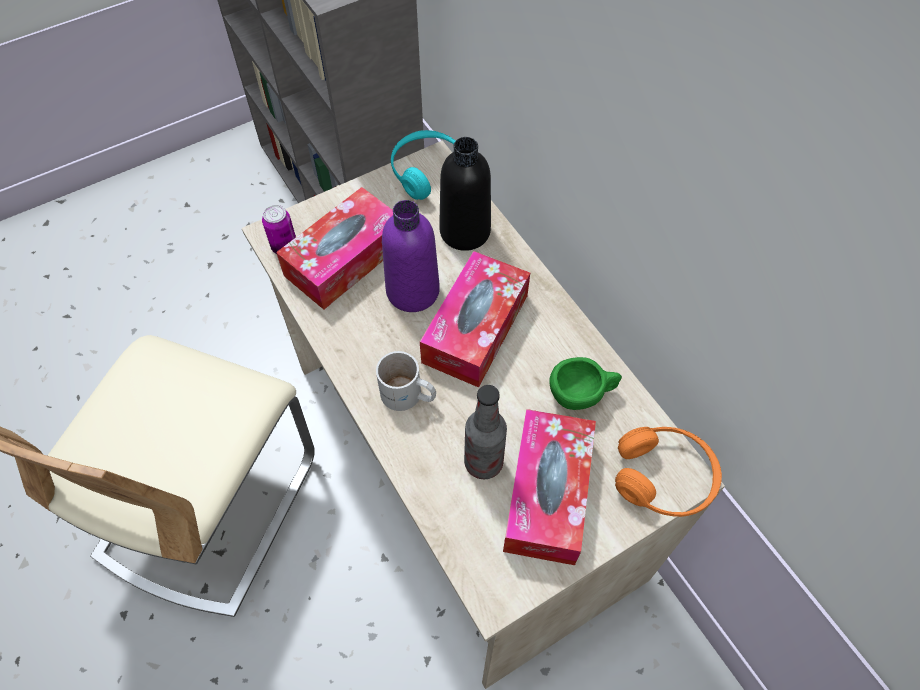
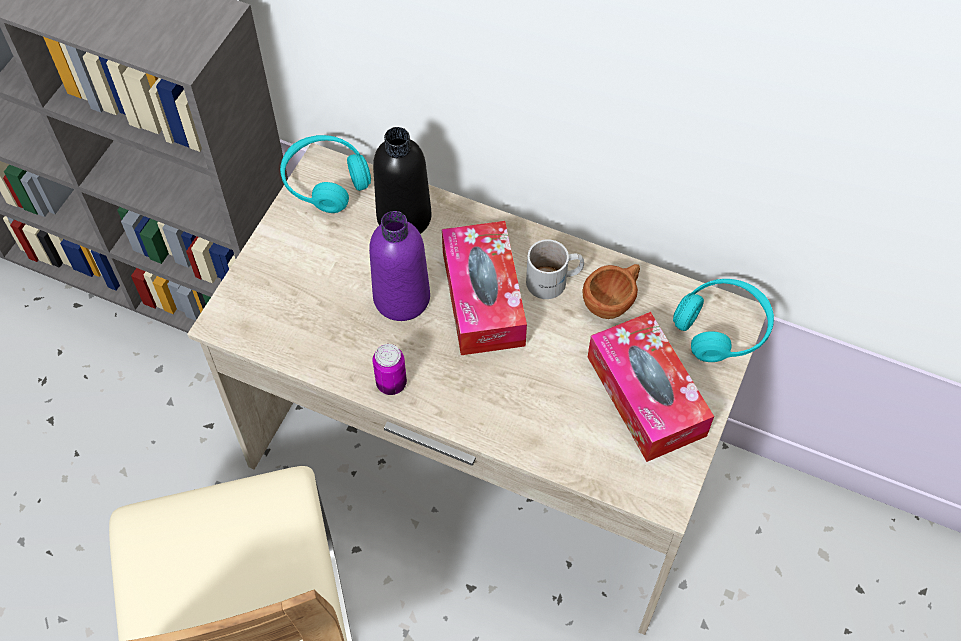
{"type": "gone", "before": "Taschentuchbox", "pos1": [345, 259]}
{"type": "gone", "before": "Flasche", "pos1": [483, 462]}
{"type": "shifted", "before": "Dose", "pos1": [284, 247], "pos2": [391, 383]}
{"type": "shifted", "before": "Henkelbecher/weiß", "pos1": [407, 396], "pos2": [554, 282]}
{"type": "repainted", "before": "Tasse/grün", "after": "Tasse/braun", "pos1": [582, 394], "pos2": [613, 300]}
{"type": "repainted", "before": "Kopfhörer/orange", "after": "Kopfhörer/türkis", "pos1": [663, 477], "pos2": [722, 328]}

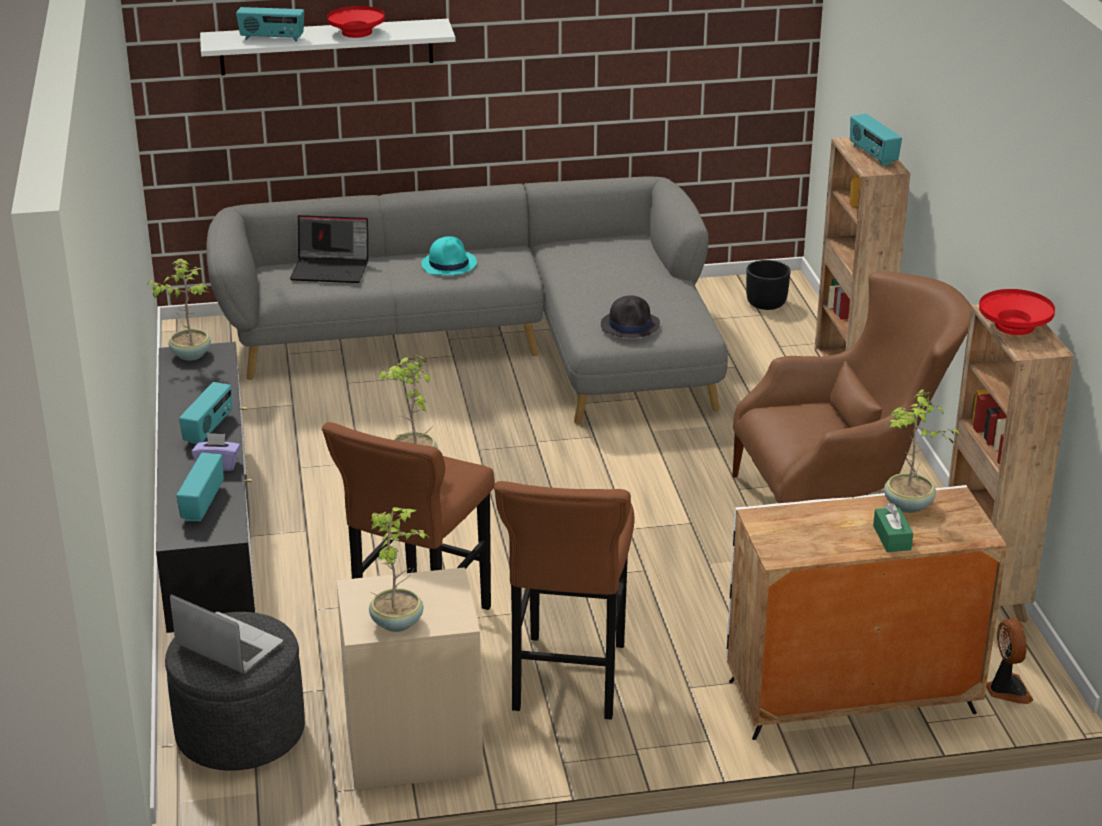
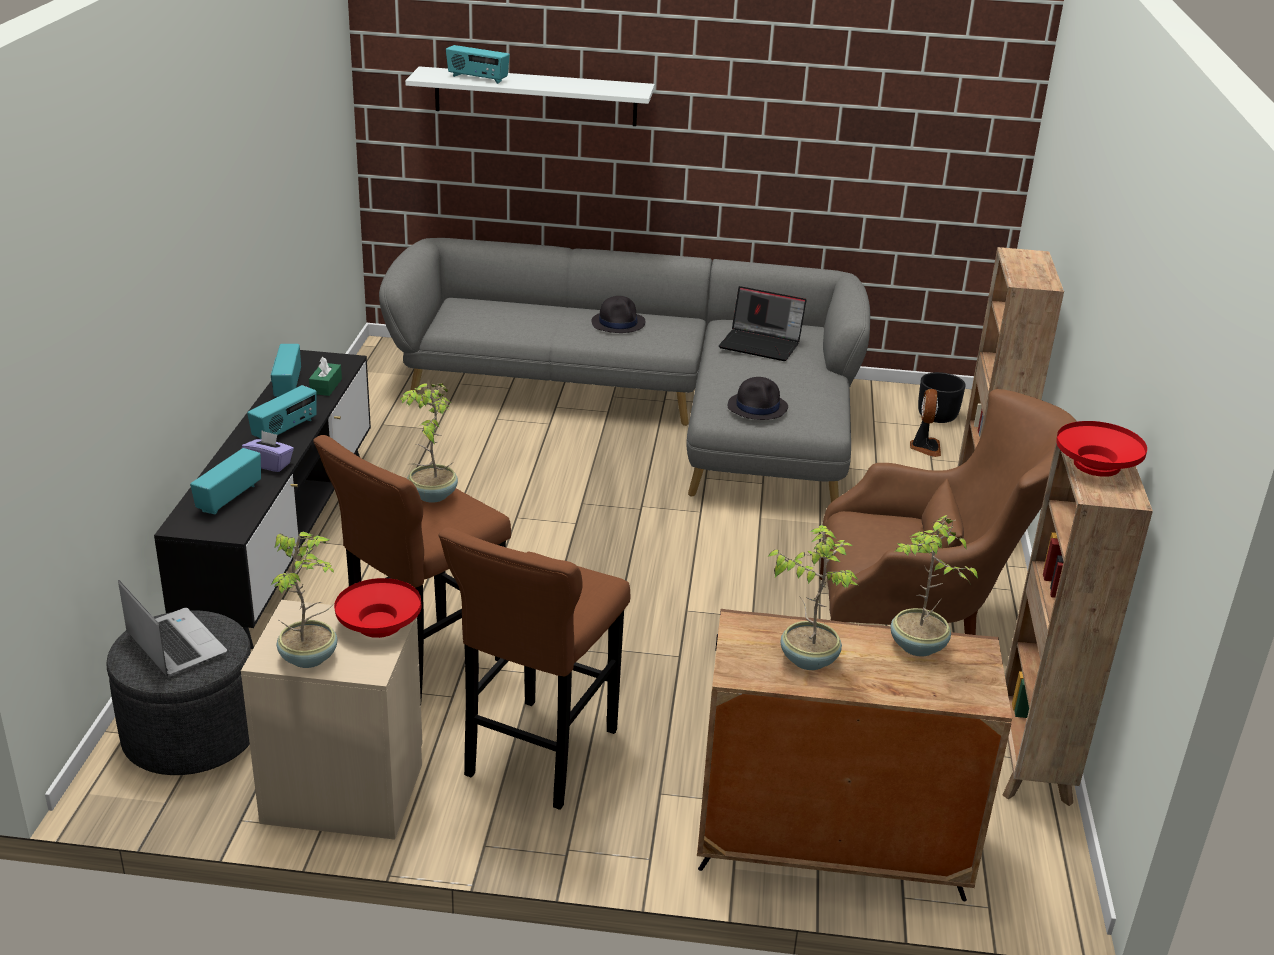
{"type": "shifted", "before": "Topfpflanze", "pos1": [190, 354], "pos2": [808, 658]}
{"type": "shifted", "before": "Laptop", "pos1": [331, 269], "pos2": [761, 344]}
{"type": "shifted", "before": "Schüssel/rot", "pos1": [356, 33], "pos2": [379, 624]}
{"type": "shifted", "before": "Radio", "pos1": [872, 155], "pos2": [287, 386]}
{"type": "shifted", "before": "Taschentuchbox/grün", "pos1": [892, 538], "pos2": [326, 386]}
{"type": "shifted", "before": "Ventilator", "pos1": [1006, 690], "pos2": [924, 447]}
{"type": "repainted", "before": "Hut/türkis", "after": "Hut/schwarz", "pos1": [449, 264], "pos2": [618, 323]}
{"type": "repainted", "before": "Schrank/weiß", "after": "Schrank/braun", "pos1": [850, 697], "pos2": [829, 847]}

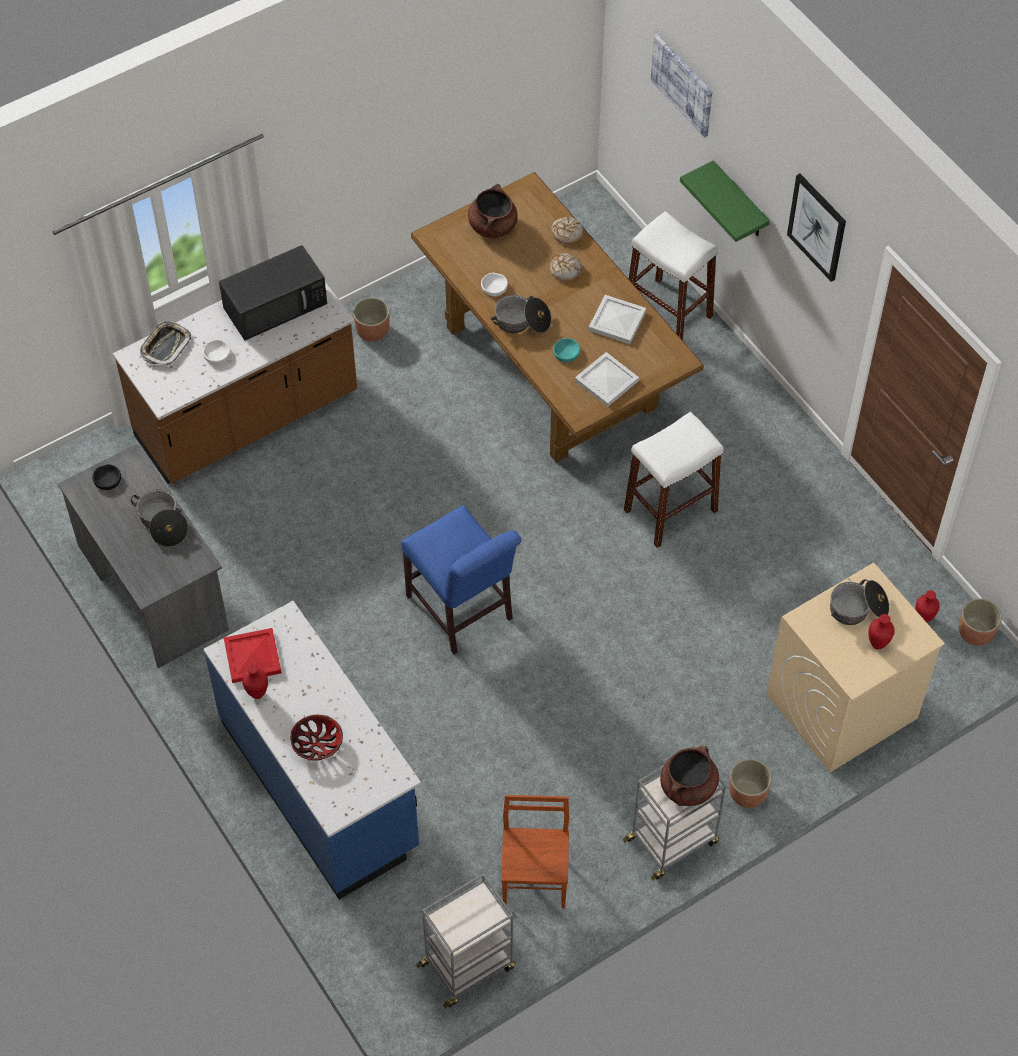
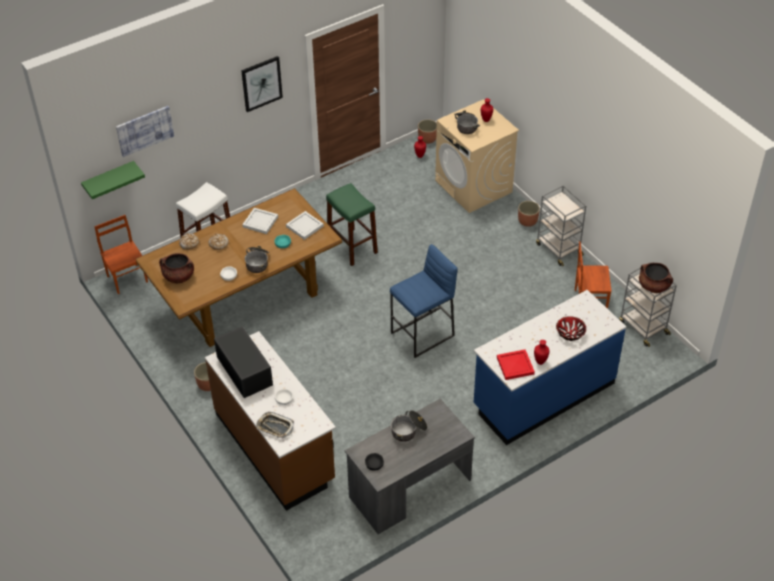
{"type": "new", "after": "Stuhl/braun", "pos2": [127, 278]}
{"type": "shifted", "before": "Kochtopf/braun", "pos1": [688, 787], "pos2": [654, 286]}
{"type": "shifted", "before": "Wandregal/grün", "pos1": [739, 202], "pos2": [109, 179]}
{"type": "swapped", "before": "Stuhl/blau", "after": "Hocker/blau", "pos1": [462, 612], "pos2": [423, 335]}
{"type": "repainted", "before": "Hocker/weiß", "after": "Hocker/grün", "pos1": [670, 510], "pos2": [352, 247]}

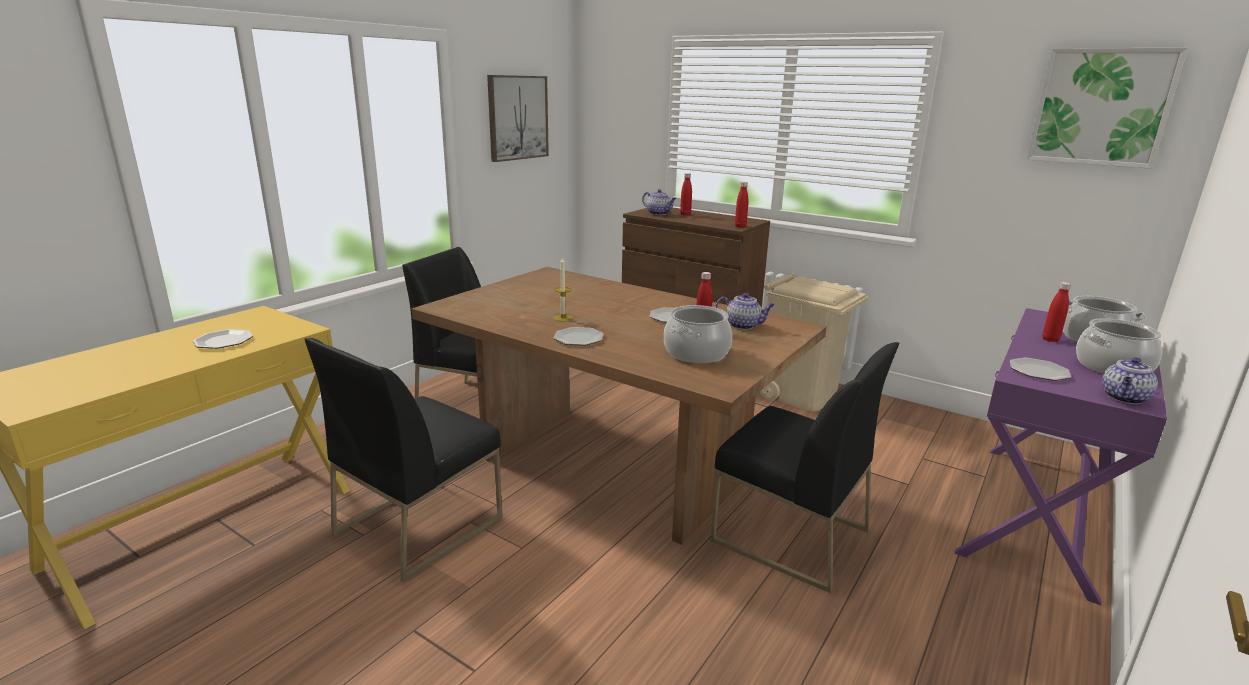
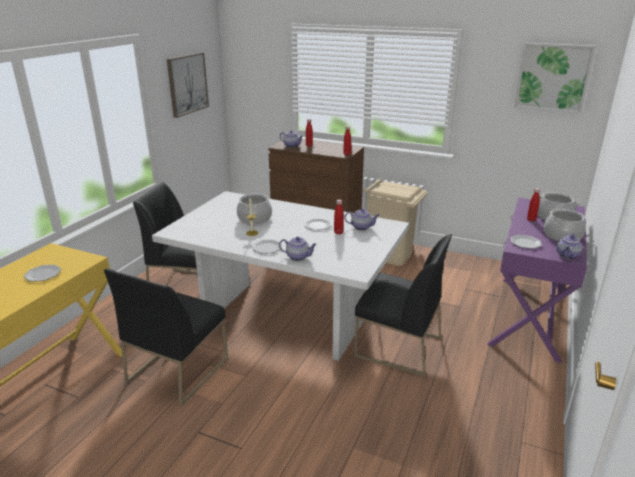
{"type": "new", "after": "Teekanne", "pos2": [298, 257]}
{"type": "shifted", "before": "Kochtopf", "pos1": [697, 353], "pos2": [255, 219]}
{"type": "repainted", "before": "Esstisch/braun", "after": "Esstisch/weiß", "pos1": [614, 467], "pos2": [287, 317]}

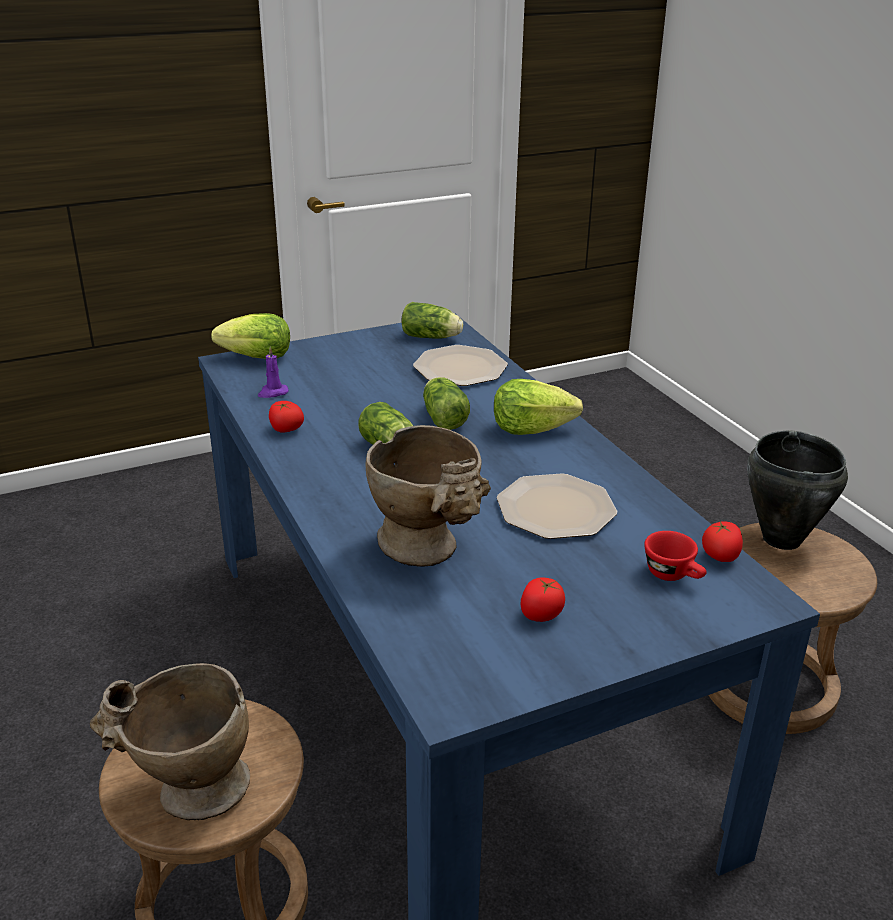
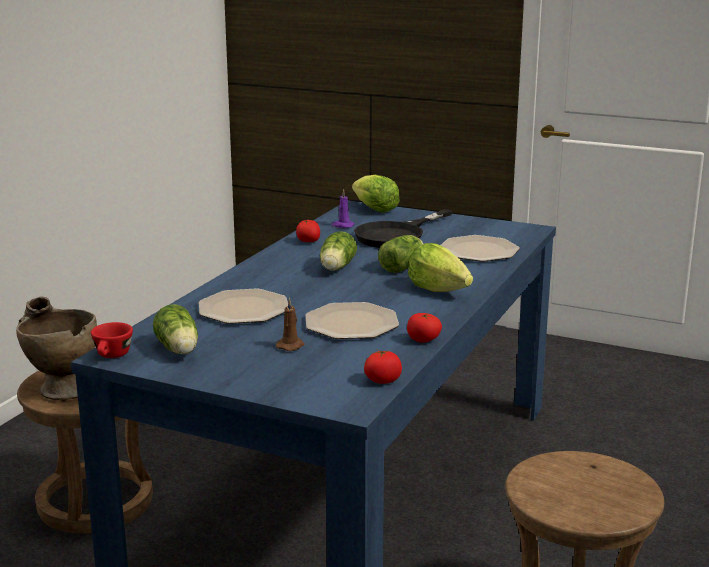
{"type": "gone", "before": "Kochtopf/schwarz", "pos1": [781, 539]}
{"type": "new", "after": "Kerze/braun", "pos2": [291, 346]}
{"type": "new", "after": "Pfanne/schwarz", "pos2": [397, 235]}
{"type": "shifted", "before": "Salatkopf", "pos1": [432, 337], "pos2": [178, 350]}
{"type": "shifted", "before": "Tomate", "pos1": [541, 614], "pos2": [423, 340]}
{"type": "shifted", "before": "Tasse/rot", "pos1": [674, 575], "pos2": [112, 356]}
{"type": "swapped", "before": "Vase/beige", "after": "Teller", "pos1": [429, 550], "pos2": [244, 309]}

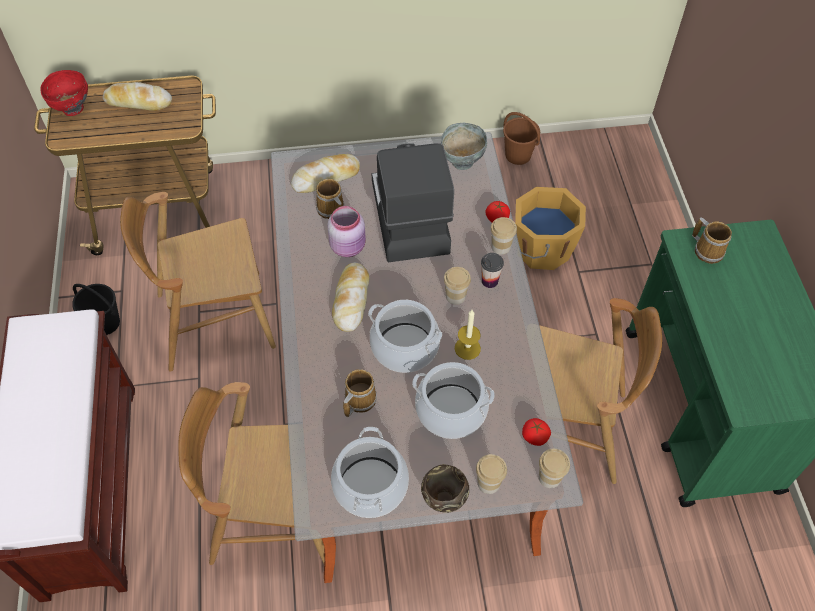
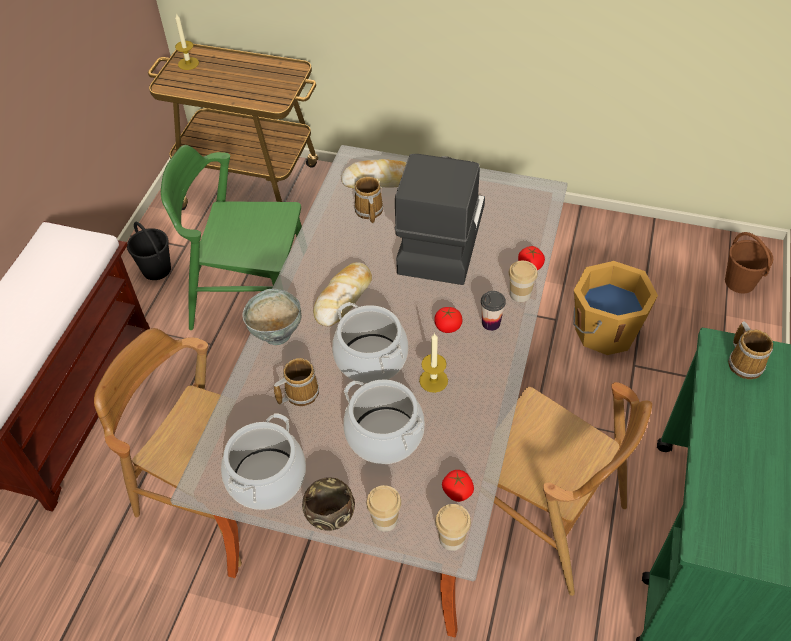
{"type": "gone", "before": "Brot", "pos1": [138, 102]}
{"type": "gone", "before": "Vorratsglas/rosa", "pos1": [349, 246]}
{"type": "shifted", "before": "Schüssel/grau", "pos1": [462, 162], "pos2": [277, 335]}
{"type": "shifted", "before": "Eimer/braun", "pos1": [518, 155], "pos2": [740, 282]}
{"type": "swapped", "before": "Schüssel/rot", "after": "Kerze", "pos1": [72, 109], "pos2": [188, 63]}
{"type": "swapped", "before": "Tasse", "after": "Tomate", "pos1": [455, 296], "pos2": [448, 327]}
{"type": "repainted", "before": "Stuhl/braun", "after": "Stuhl/grün", "pos1": [215, 320], "pos2": [251, 297]}

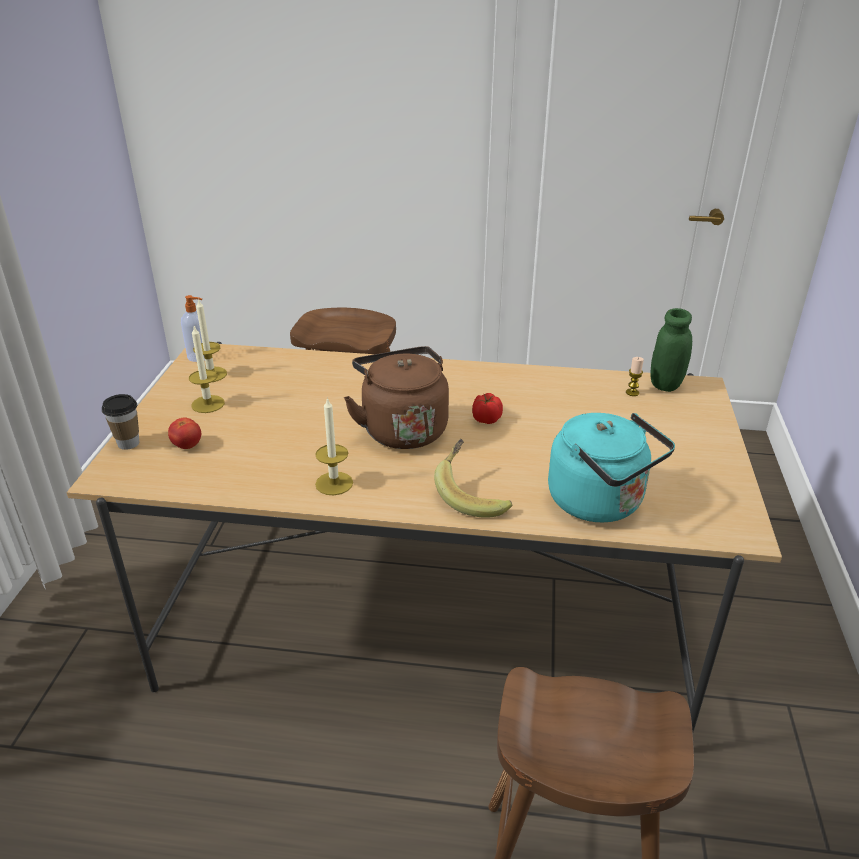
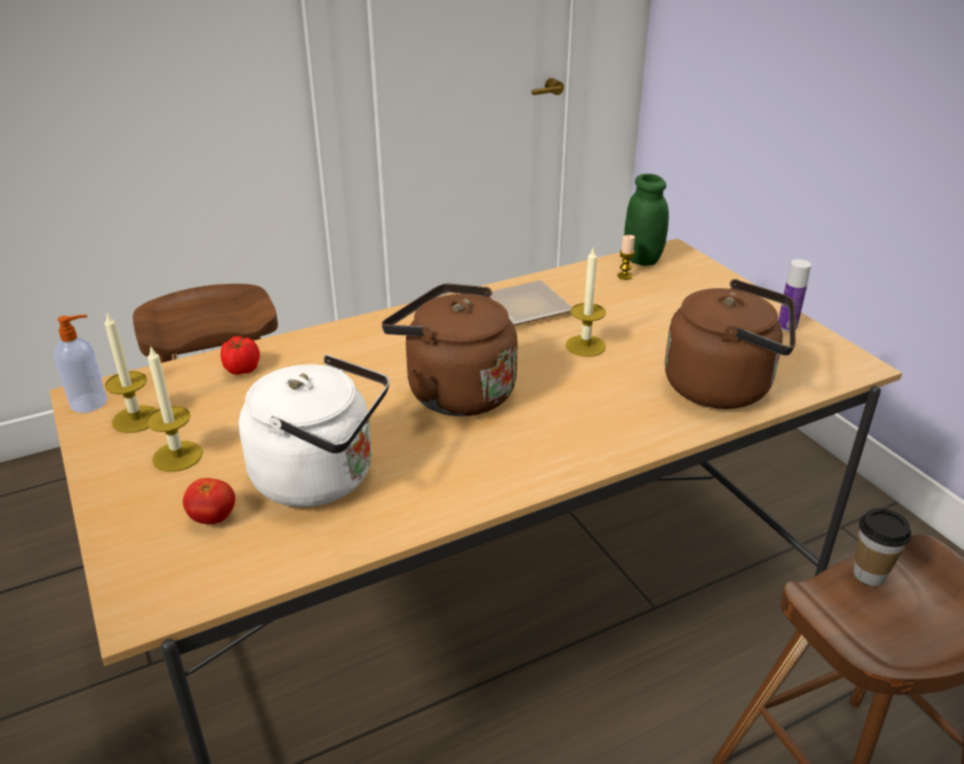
{"type": "gone", "before": "Banane", "pos1": [473, 495]}
{"type": "new", "after": "Wasserkessel/weiß", "pos2": [322, 477]}
{"type": "new", "after": "Teller", "pos2": [530, 308]}
{"type": "new", "after": "Flasche", "pos2": [787, 326]}
{"type": "shifted", "before": "Tasse", "pos1": [128, 443], "pos2": [869, 574]}
{"type": "shifted", "before": "Kerze", "pos1": [334, 483], "pos2": [585, 346]}
{"type": "shifted", "before": "Tomate", "pos1": [486, 419], "pos2": [241, 369]}
{"type": "repainted", "before": "Wasserkessel/türkis", "after": "Wasserkessel/braun", "pos1": [601, 503], "pos2": [724, 387]}

